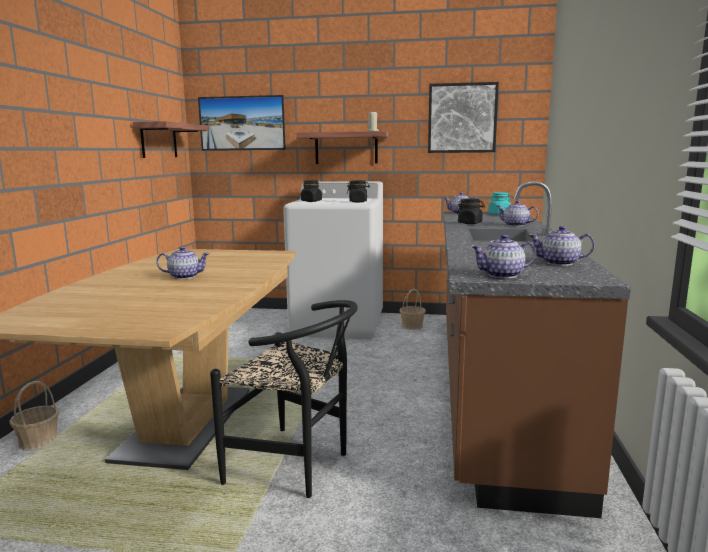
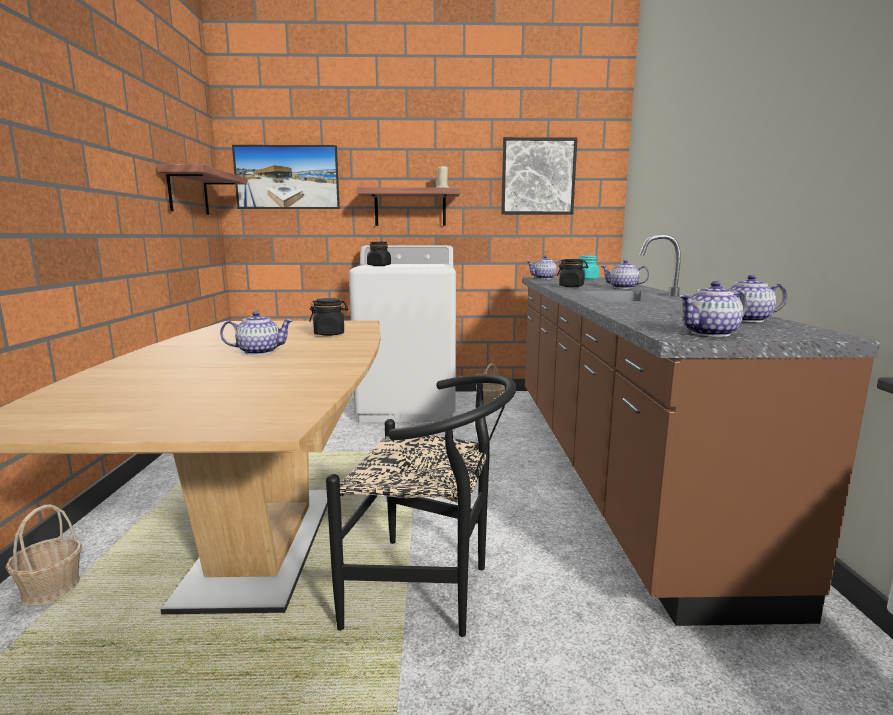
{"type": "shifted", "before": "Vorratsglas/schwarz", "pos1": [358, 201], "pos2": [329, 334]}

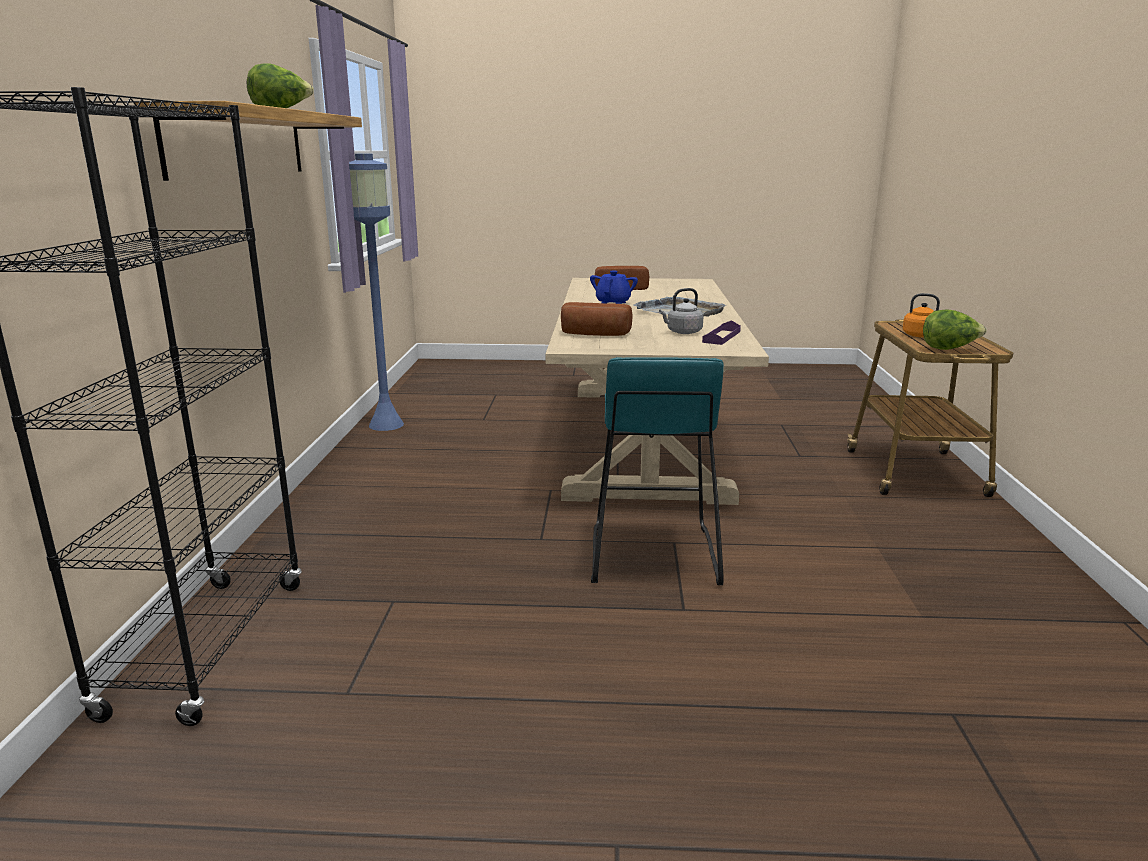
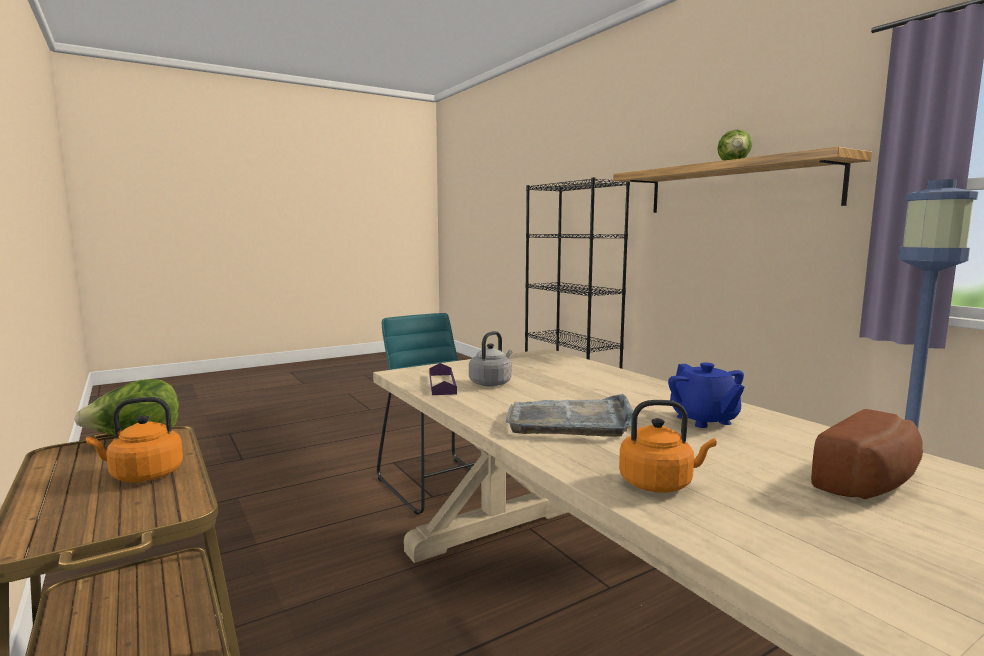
{"type": "gone", "before": "Brot", "pos1": [594, 335]}
{"type": "new", "after": "Wasserkessel/orange", "pos2": [659, 484]}

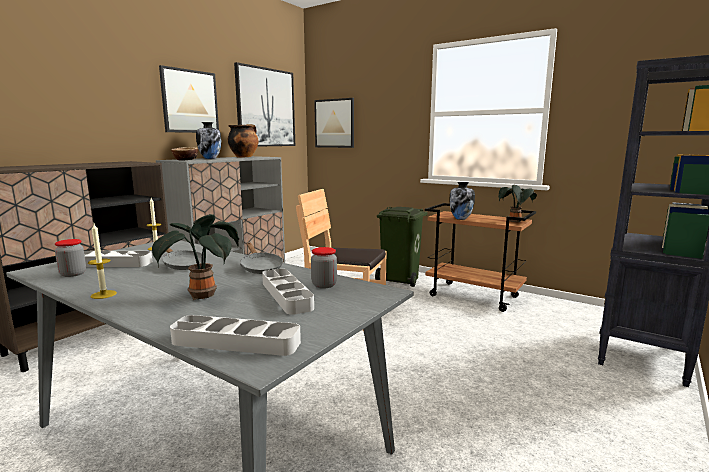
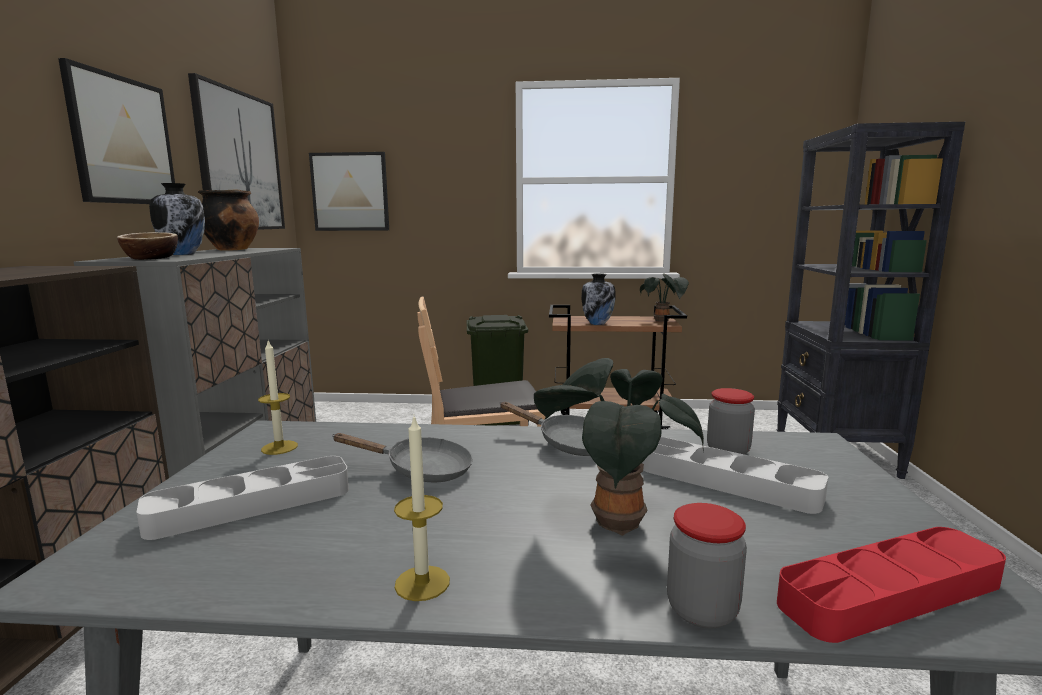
{"type": "shifted", "before": "Vorratsglas", "pos1": [73, 274], "pos2": [702, 610]}
{"type": "repainted", "before": "Tablett/grau", "after": "Tablett/rot", "pos1": [236, 342], "pos2": [890, 592]}

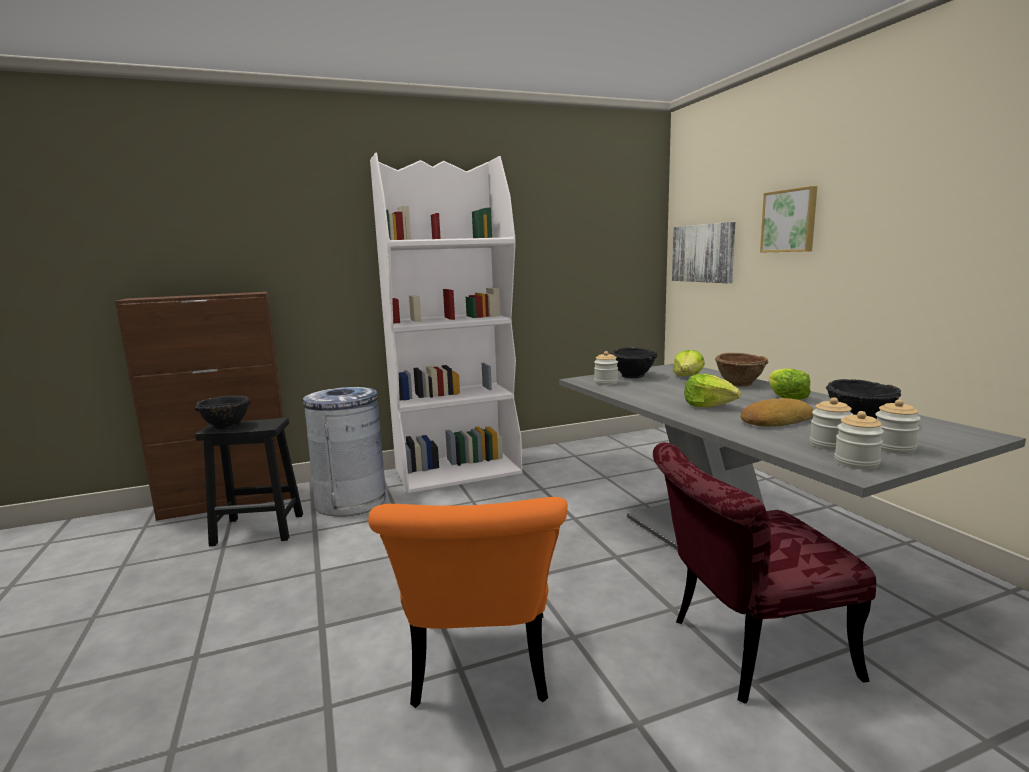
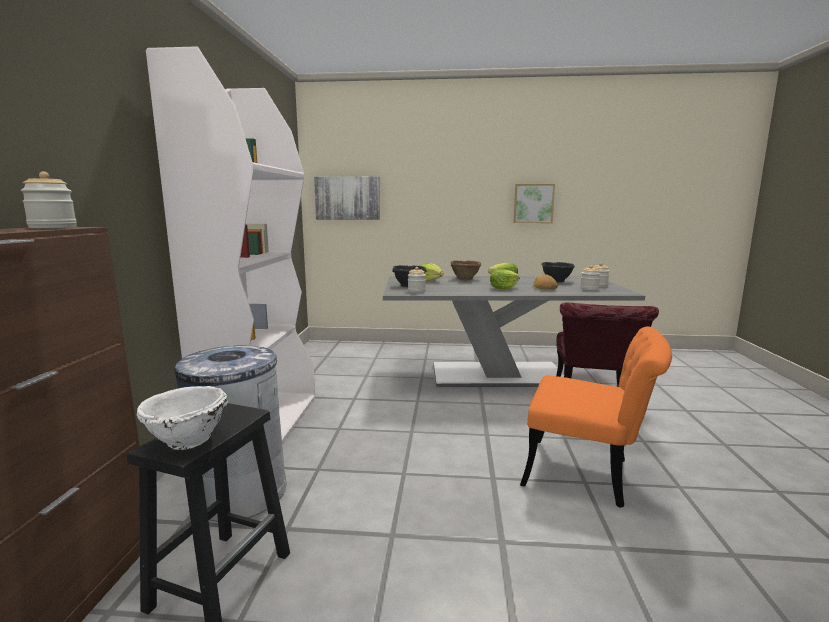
{"type": "shifted", "before": "Bild", "pos1": [789, 221], "pos2": [533, 203]}
{"type": "shifted", "before": "Vorratsglas", "pos1": [856, 463], "pos2": [53, 227]}
{"type": "repainted", "before": "Schüssel/schwarz", "after": "Schüssel/weiß", "pos1": [226, 426], "pos2": [187, 441]}

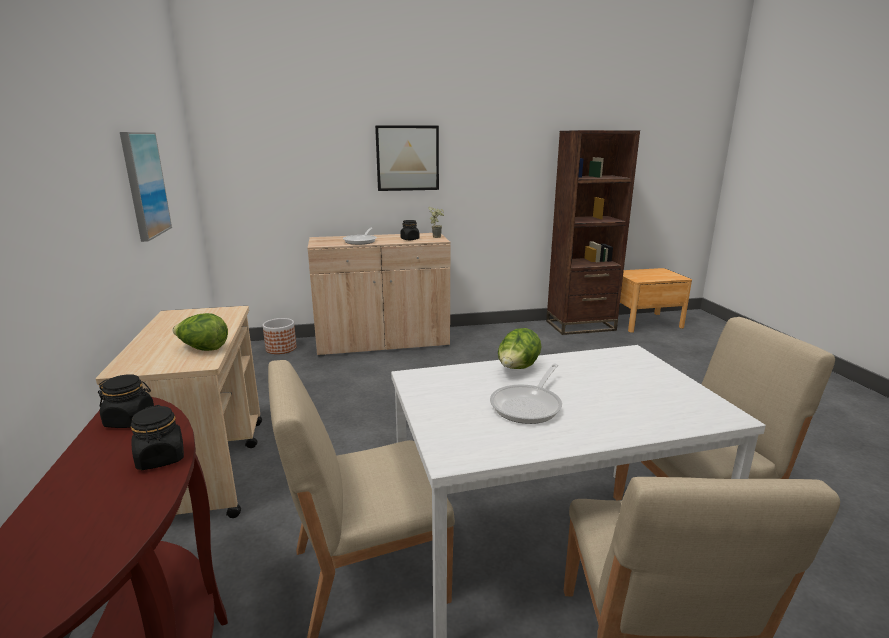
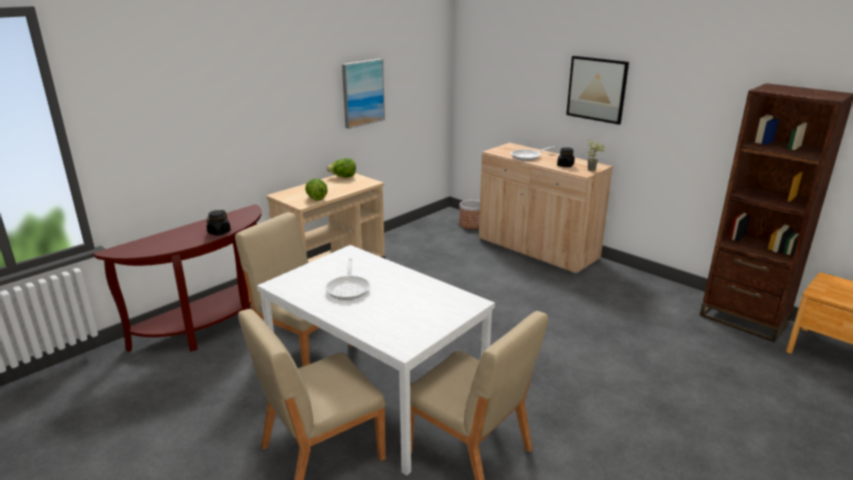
{"type": "gone", "before": "Vorratsglas/schwarz", "pos1": [130, 420]}
{"type": "shifted", "before": "Salatkopf", "pos1": [517, 369], "pos2": [343, 177]}
{"type": "rotated", "before": "Pfanne", "pos1": [529, 405], "pos2": [349, 288], "turn": -90}

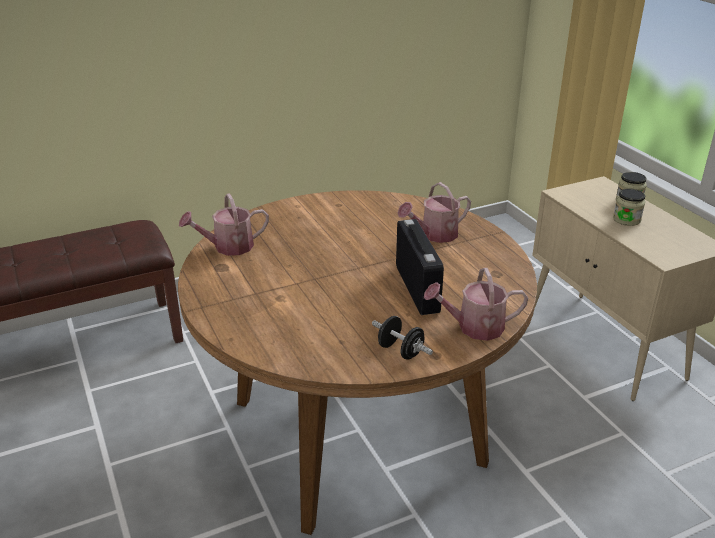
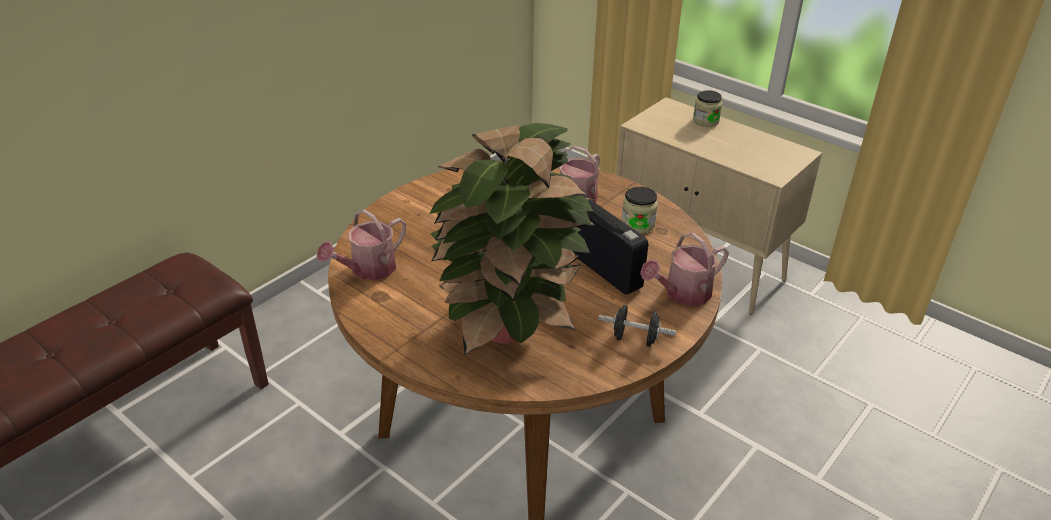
{"type": "new", "after": "Topfpflanze", "pos2": [510, 329]}
{"type": "shifted", "before": "Vorratsglas", "pos1": [626, 219], "pos2": [638, 224]}

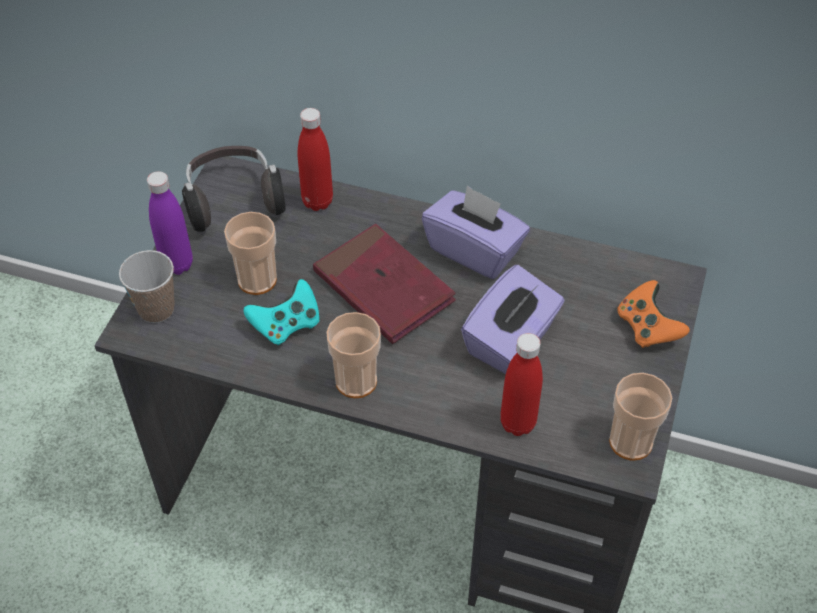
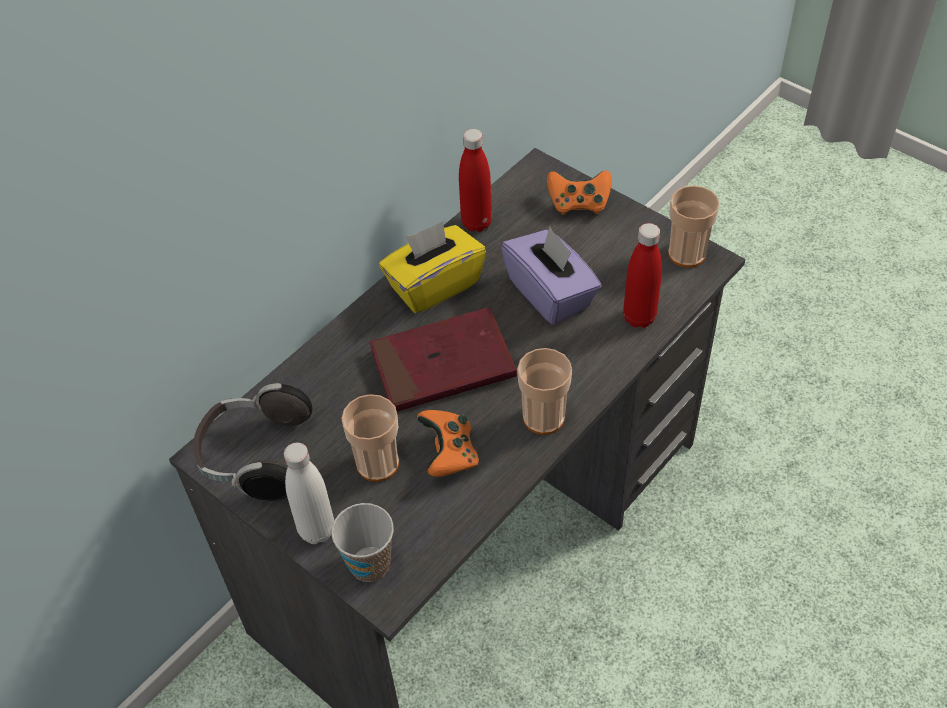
{"type": "shifted", "before": "Flasche/rot", "pos1": [317, 201], "pos2": [476, 223]}
{"type": "repainted", "before": "Flasche/lila", "after": "Flasche/weiß", "pos1": [177, 264], "pos2": [317, 530]}
{"type": "repainted", "before": "Gamepad/türkis", "after": "Gamepad/orange", "pos1": [286, 325], "pos2": [449, 454]}
{"type": "repainted", "before": "Taschentuchbox/lila", "after": "Taschentuchbox/gelb", "pos1": [474, 250], "pos2": [434, 285]}

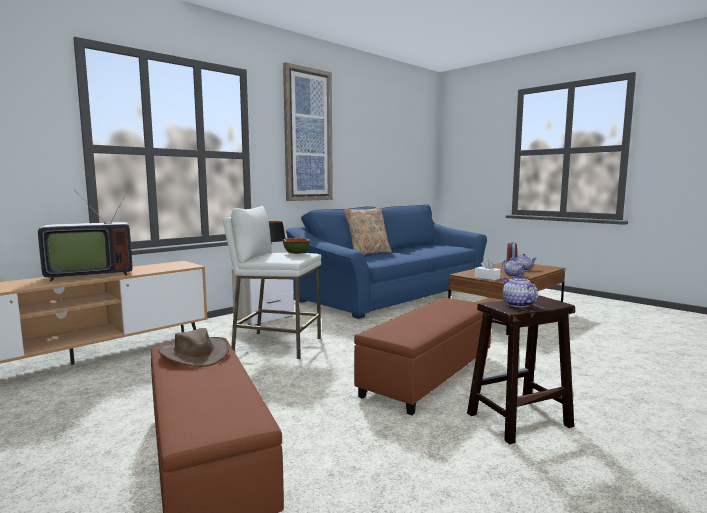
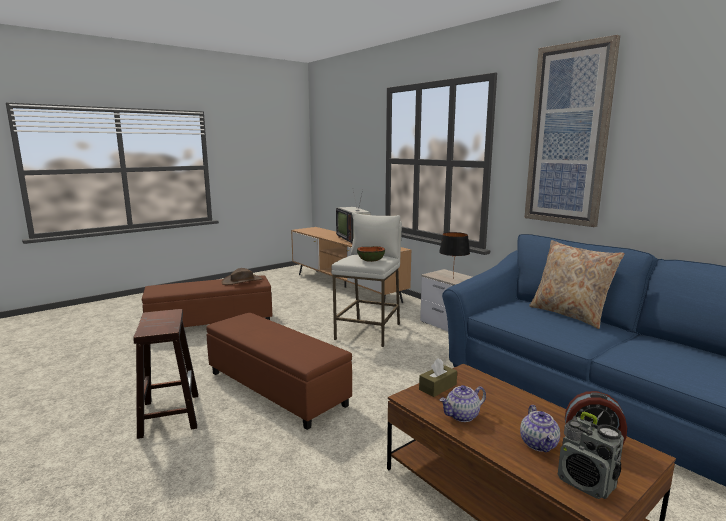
{"type": "gone", "before": "Teekanne", "pos1": [517, 304]}
{"type": "new", "after": "Radio", "pos2": [586, 483]}
{"type": "repainted", "before": "Taschentuchbox/weiß", "after": "Taschentuchbox/braun", "pos1": [487, 277], "pos2": [437, 387]}

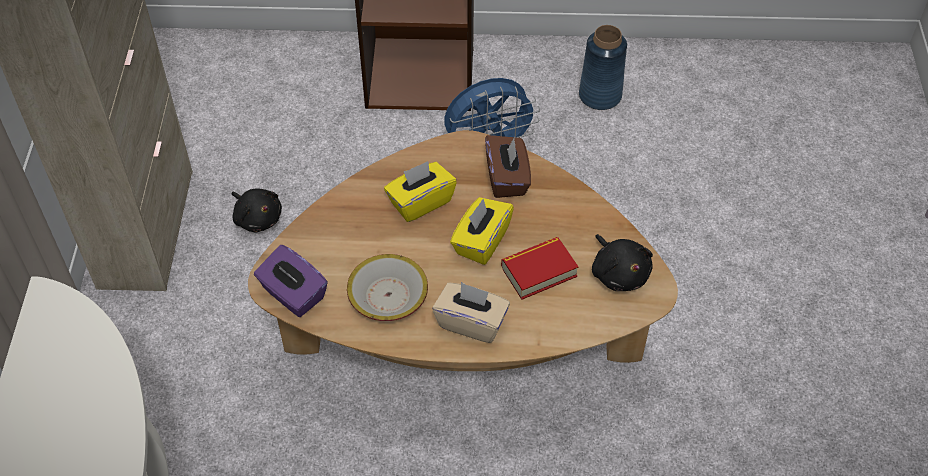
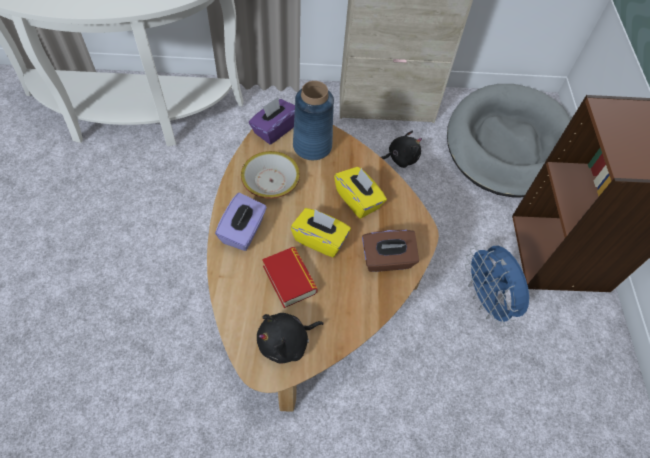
{"type": "new", "after": "Hundebett/grau", "pos2": [508, 144]}
{"type": "shifted", "before": "Vase/blau", "pos1": [599, 95], "pos2": [312, 146]}
{"type": "repainted", "before": "Taschentuchbox/beige", "after": "Taschentuchbox/lila", "pos1": [471, 322], "pos2": [243, 231]}
{"type": "rotated", "before": "Plüschtier/schwarz", "pos1": [257, 218], "pos2": [400, 158], "turn": -150}

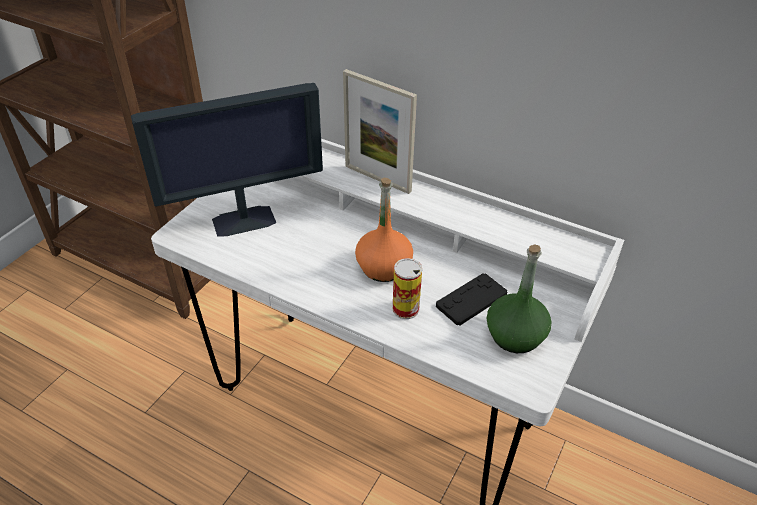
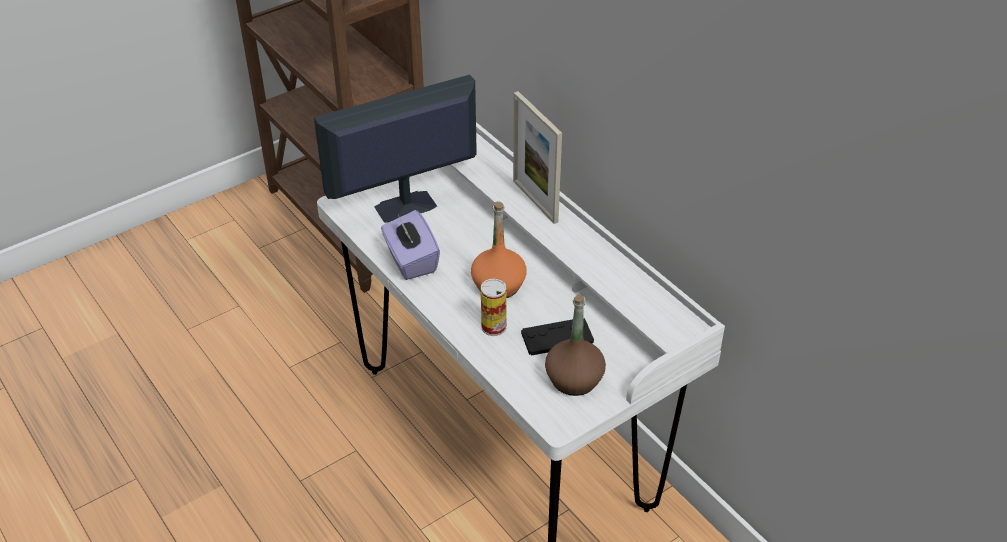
{"type": "new", "after": "Taschentuchbox/lila", "pos2": [411, 260]}
{"type": "repainted", "before": "Flasche/grün", "after": "Flasche/braun", "pos1": [515, 336], "pos2": [574, 379]}
{"type": "rotated", "before": "Monitor", "pos1": [245, 220], "pos2": [404, 207], "turn": 150}

